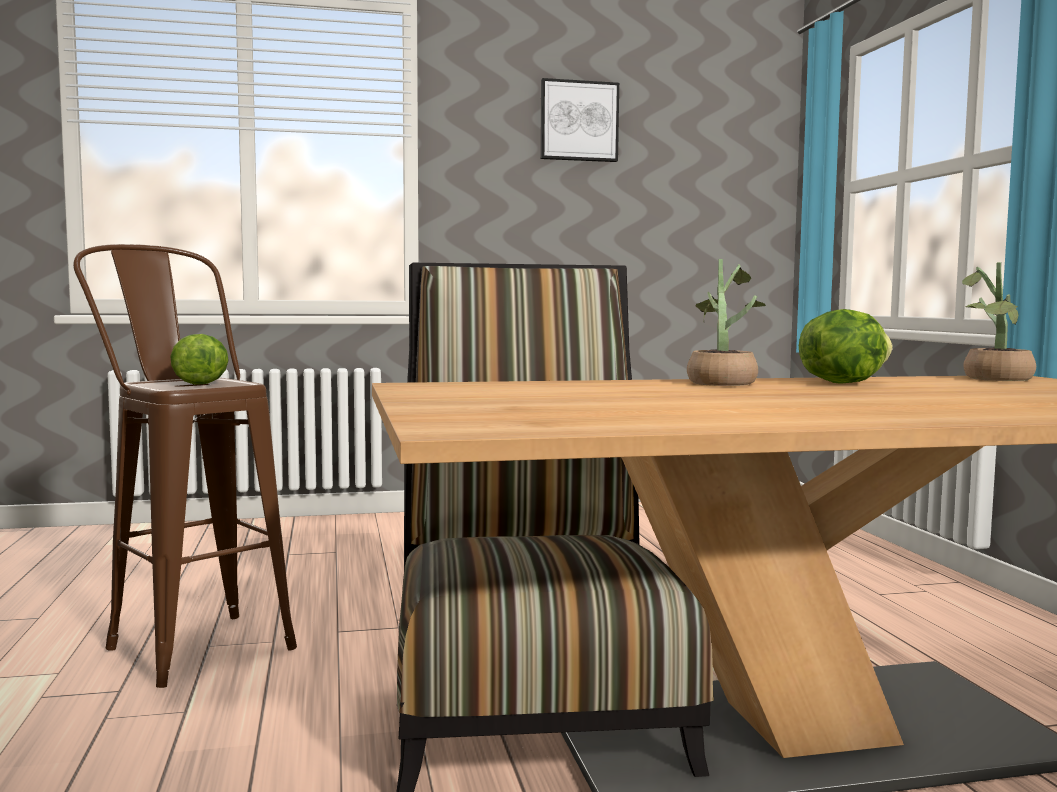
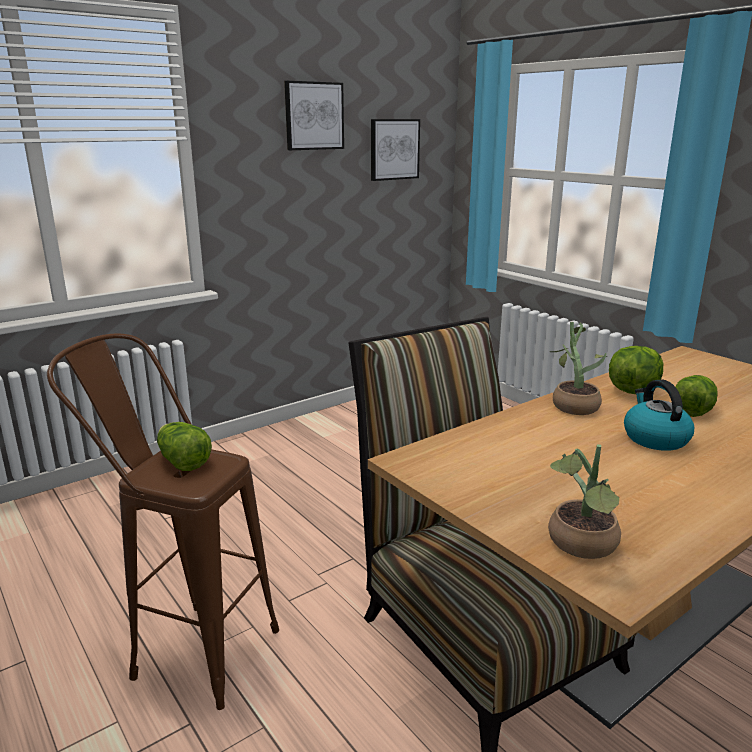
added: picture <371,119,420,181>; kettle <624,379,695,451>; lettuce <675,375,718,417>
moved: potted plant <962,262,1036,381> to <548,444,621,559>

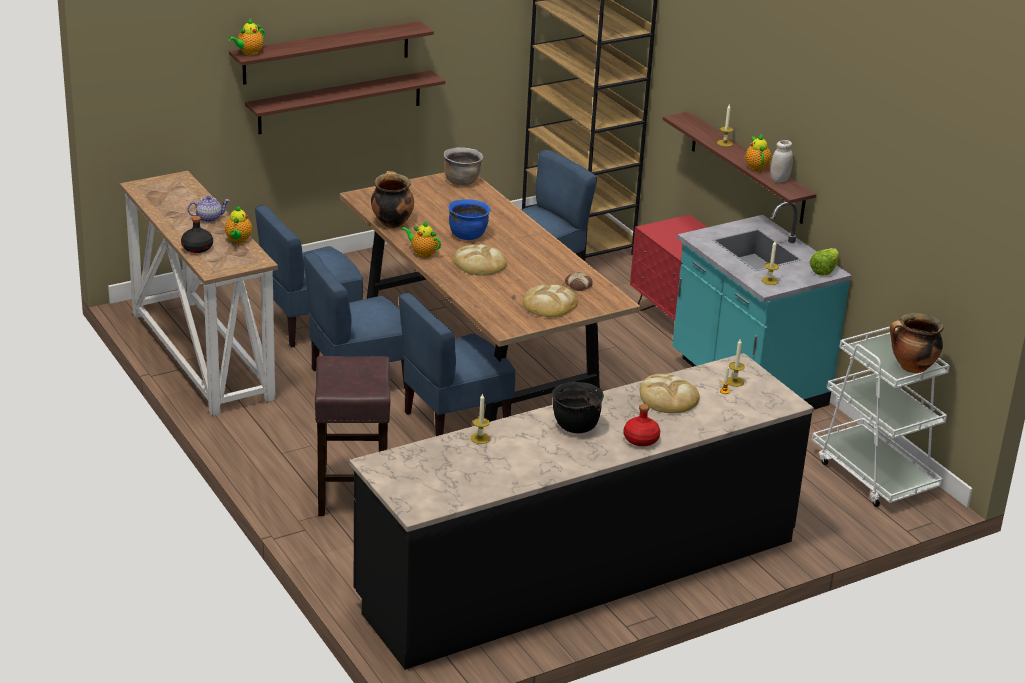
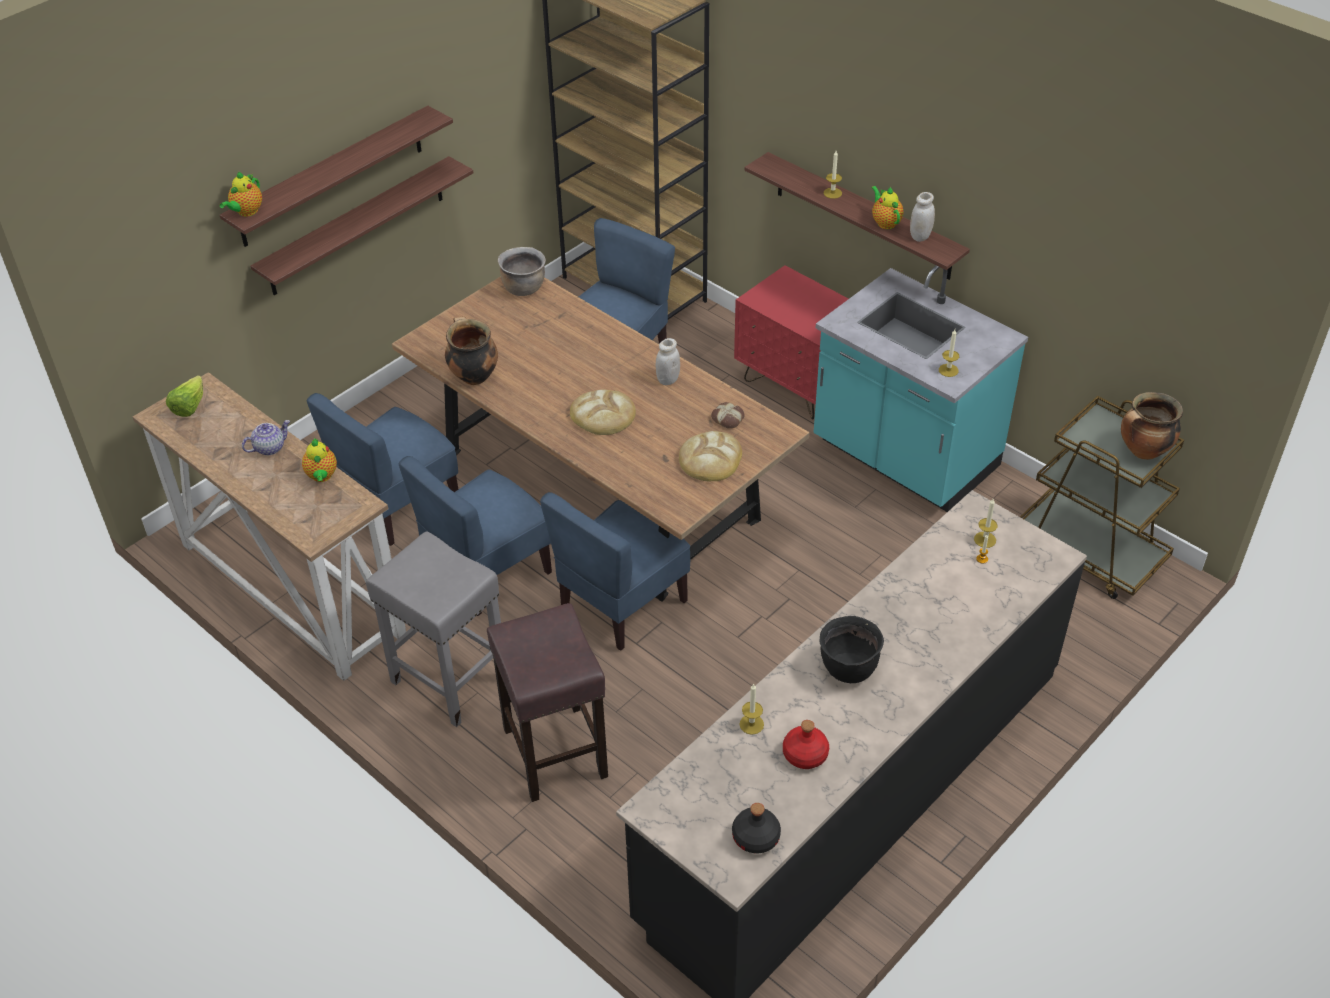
removed: teapot <401,221,441,258>; cooking pot in blue <448,199,491,240>; bread <639,374,700,413>
added: stool in grey <366,531,501,727>; jar in white <656,338,680,385>
moved: bottle in black <181,216,213,253> to <732,803,781,853>; bottle in red <624,404,660,446> to <783,720,829,769>; lettuce <810,248,839,276> to <166,375,203,417>
recoloured: cart in white <812,327,950,507> to cart in brown <1020,396,1184,599>

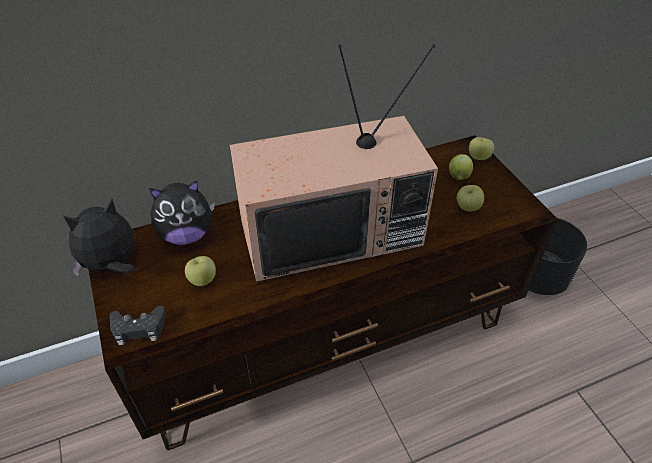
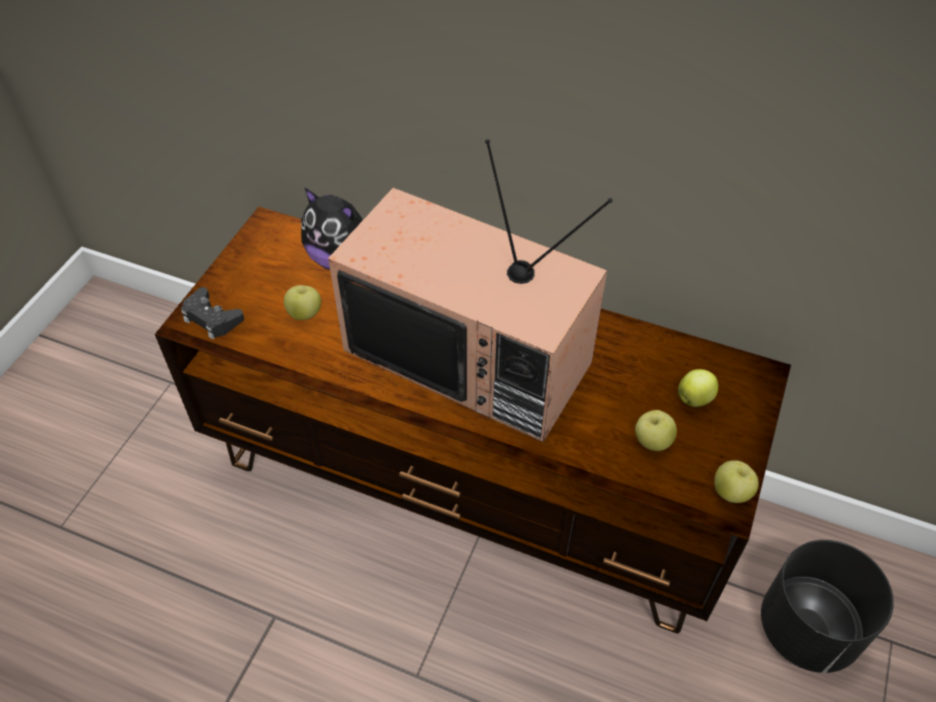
removed: plush toy <63,198,135,277>
moved: apple <469,137,494,160> to <714,460,759,503>

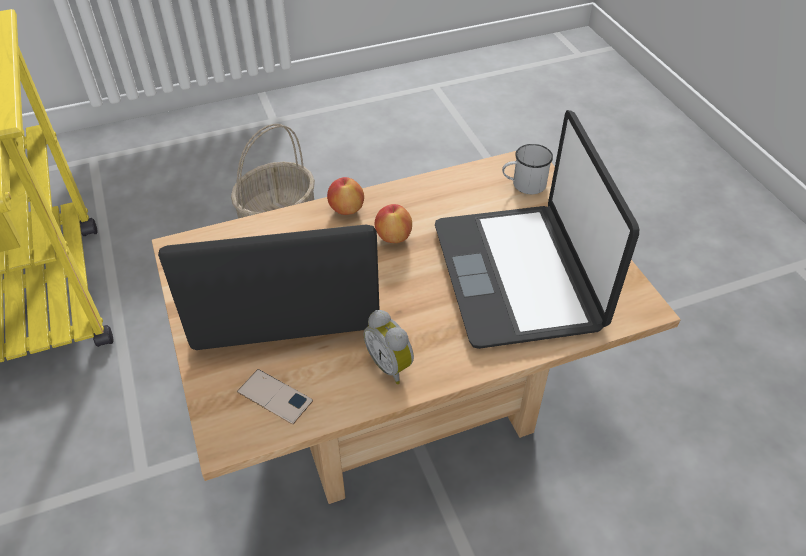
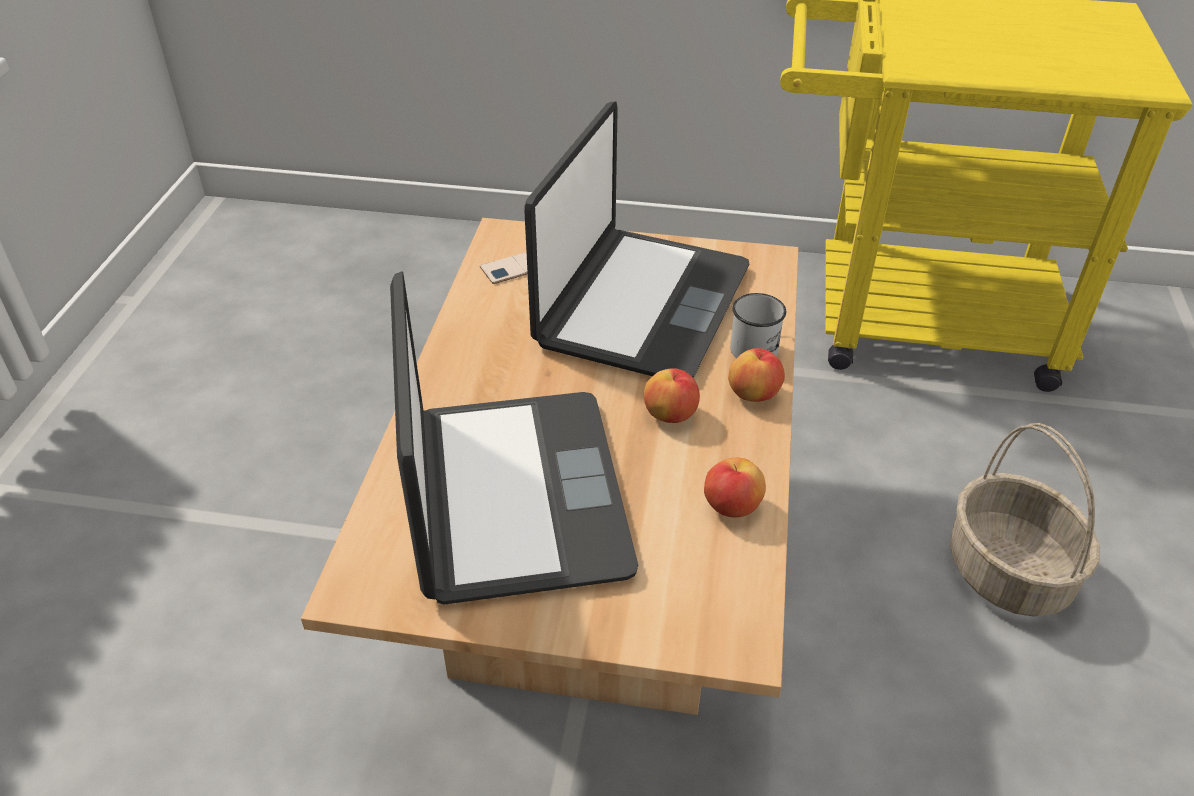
removed: alarm clock <363,310,414,384>
added: apple <704,457,766,517>
moved: mug in white <502,144,553,194> to <730,293,786,358>
turned: laptop <435,110,639,349> = <390,271,638,605> 60 degrees clockwise

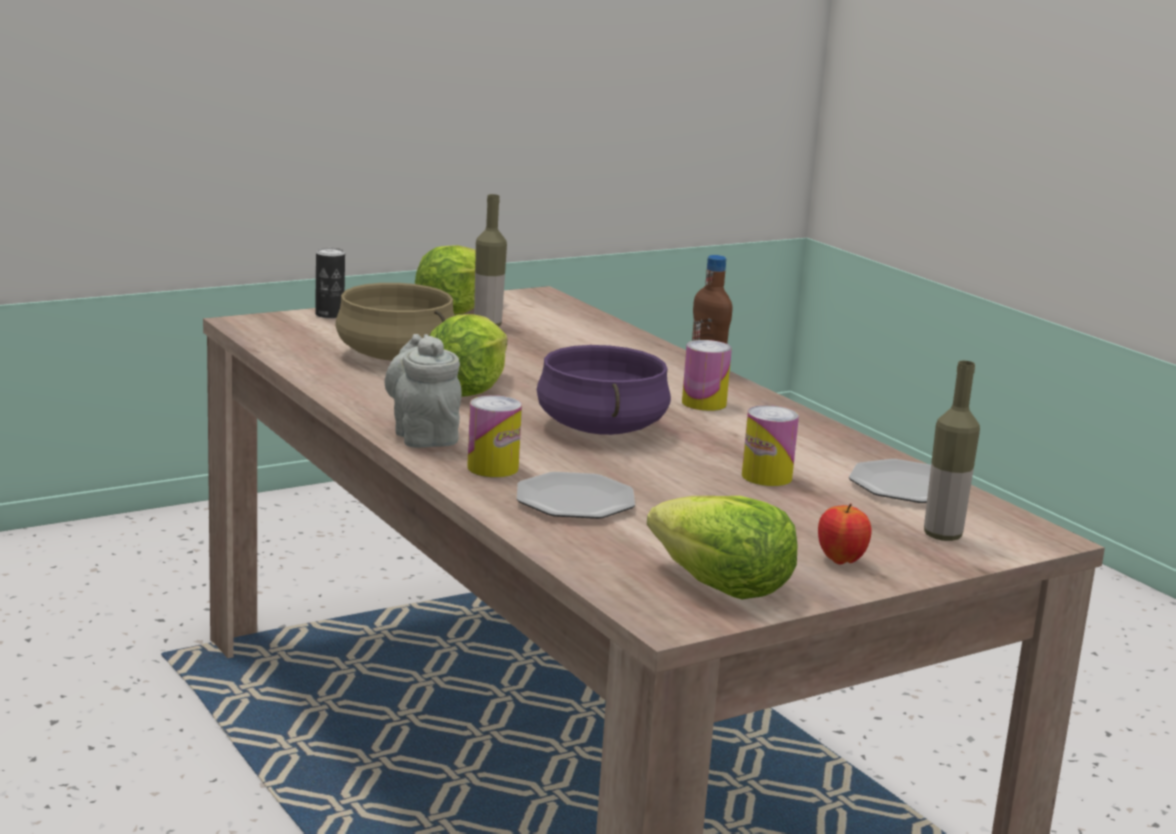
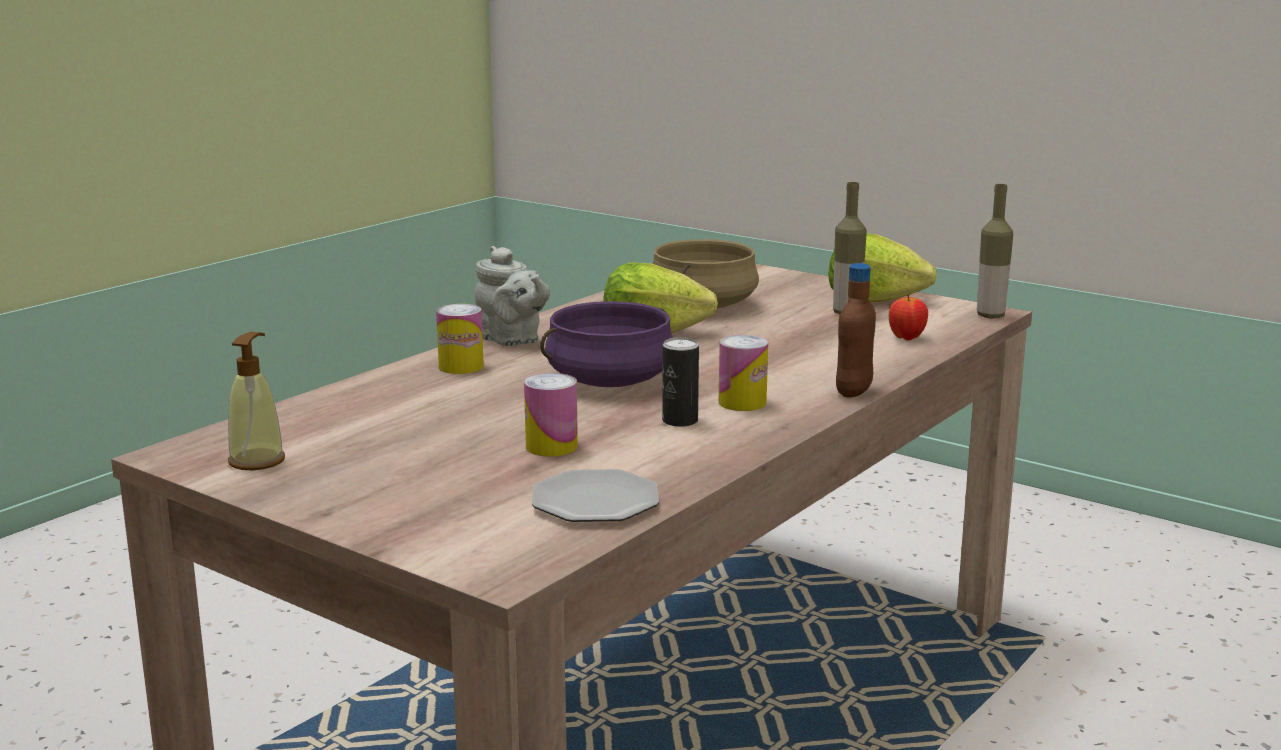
removed: plate <517,472,635,519>
moved: can <315,248,345,318> to <662,337,699,427>; apple <818,503,872,565> to <889,294,928,341>; bottle <924,361,980,541> to <977,184,1013,319>
replaced: lettuce <647,496,797,599> to soap dispenser <228,332,285,470>
turned: teapot in grey <384,334,462,448> = <474,246,550,346> 90 degrees clockwise

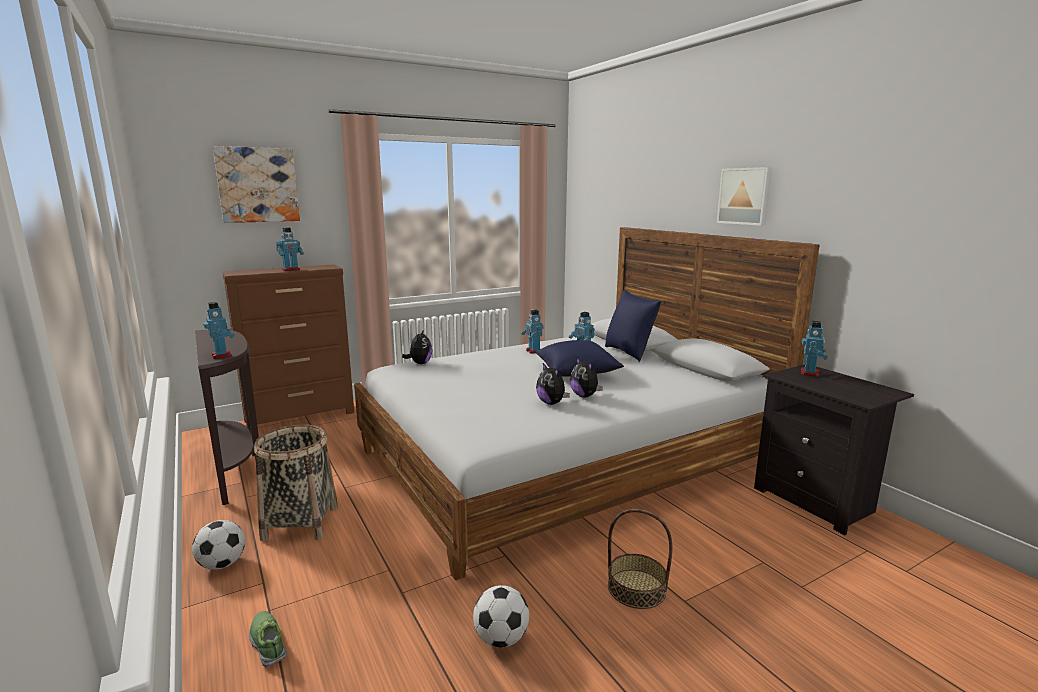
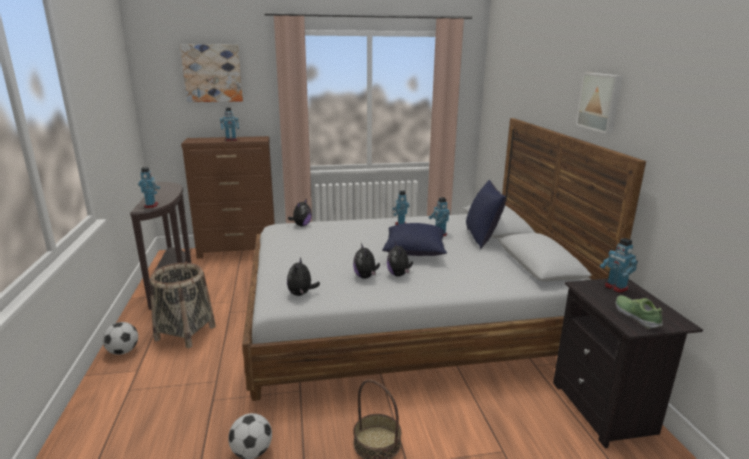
added: plush toy <287,257,320,296>
moved: shoe <249,611,287,667> to <616,295,663,329>
turned: toy robot <801,321,828,377> = <600,238,638,293> 105 degrees clockwise

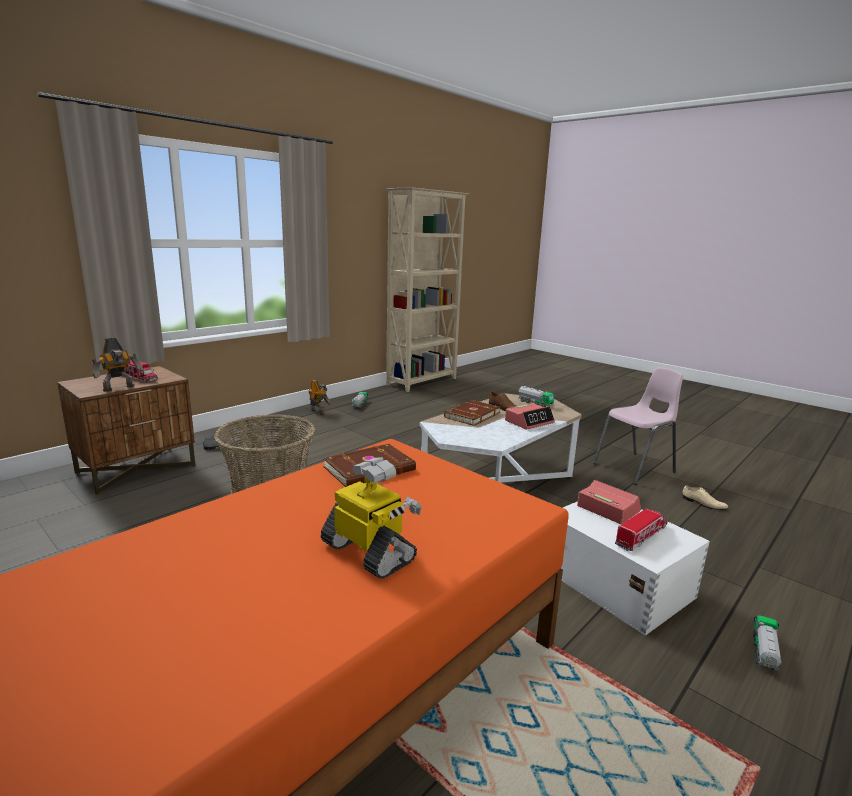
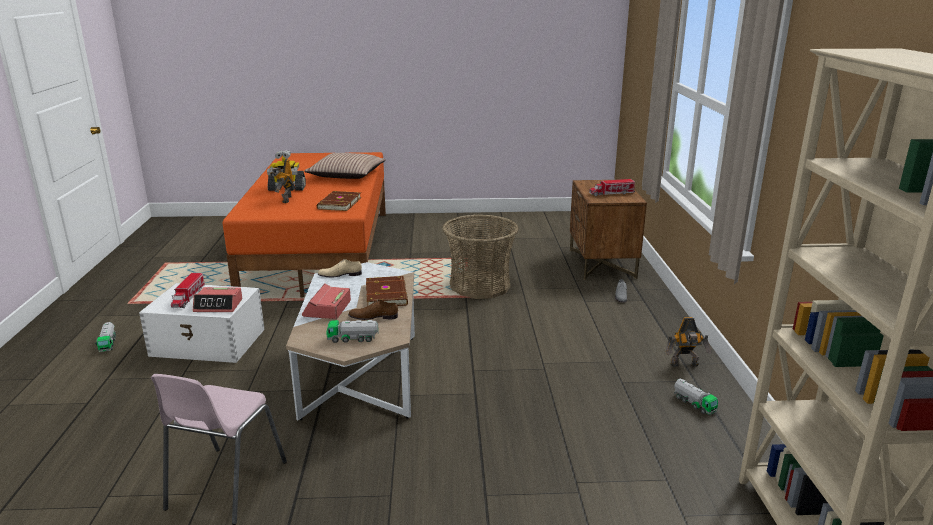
added: pillow <304,153,386,179>
moved: toy robot <92,338,143,392> to <270,159,295,203>; shoe in beige <682,485,729,510> to <318,259,362,278>

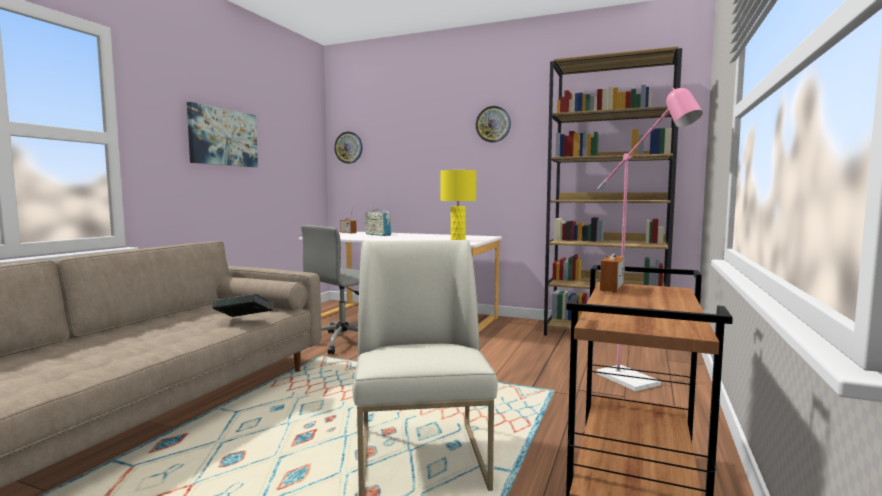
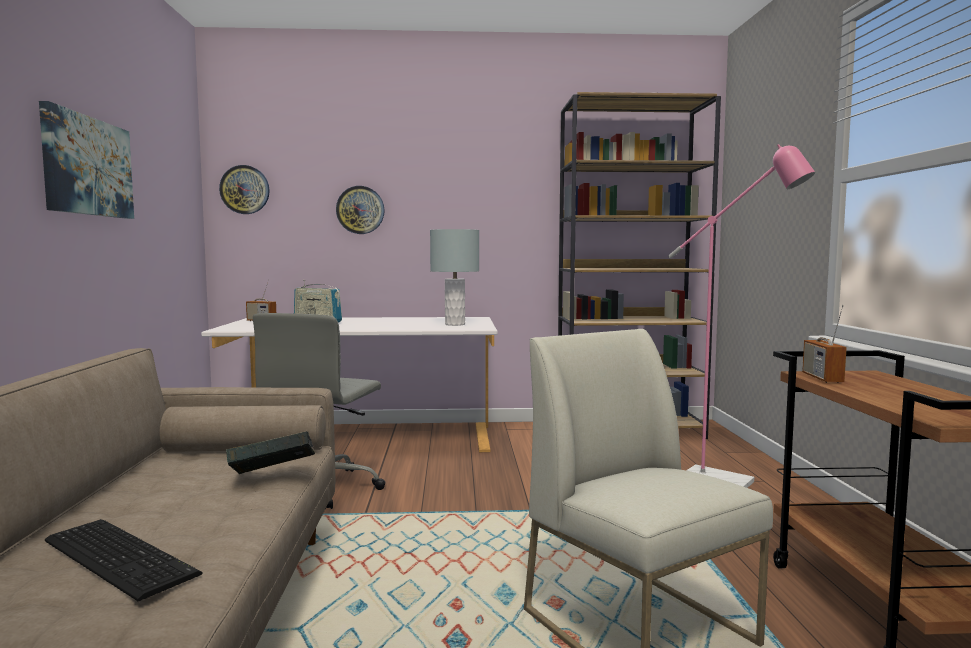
added: keyboard <45,519,203,601>
moved: wall clock <476,106,511,143> to <336,186,385,234>
recoloured: table lamp in yellow <440,170,476,240> to table lamp in grey <430,229,479,326>

